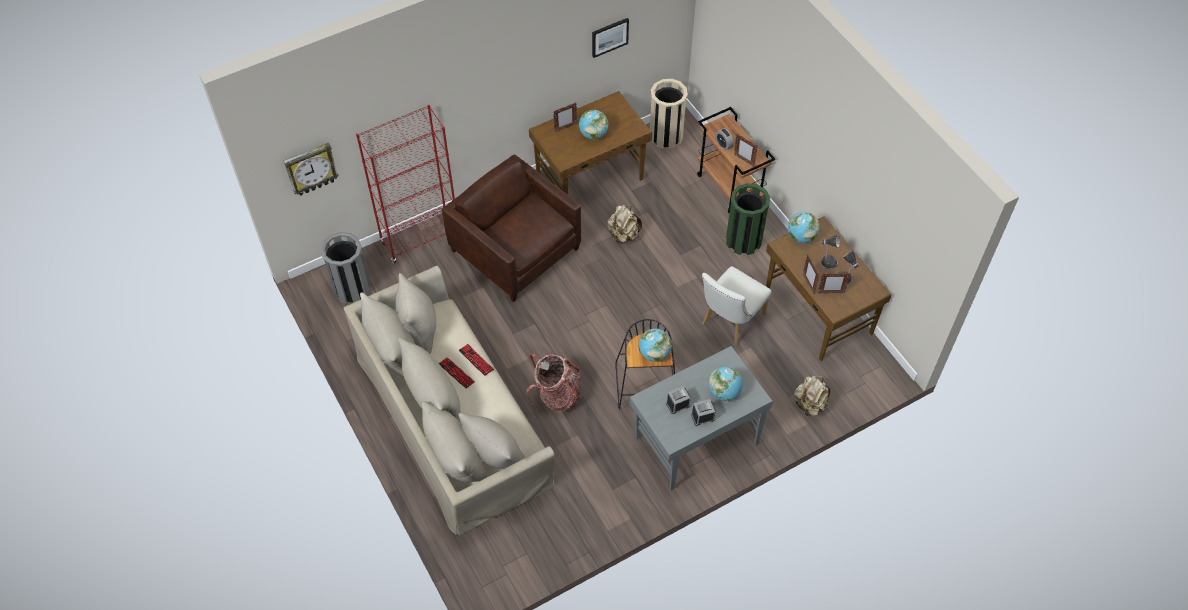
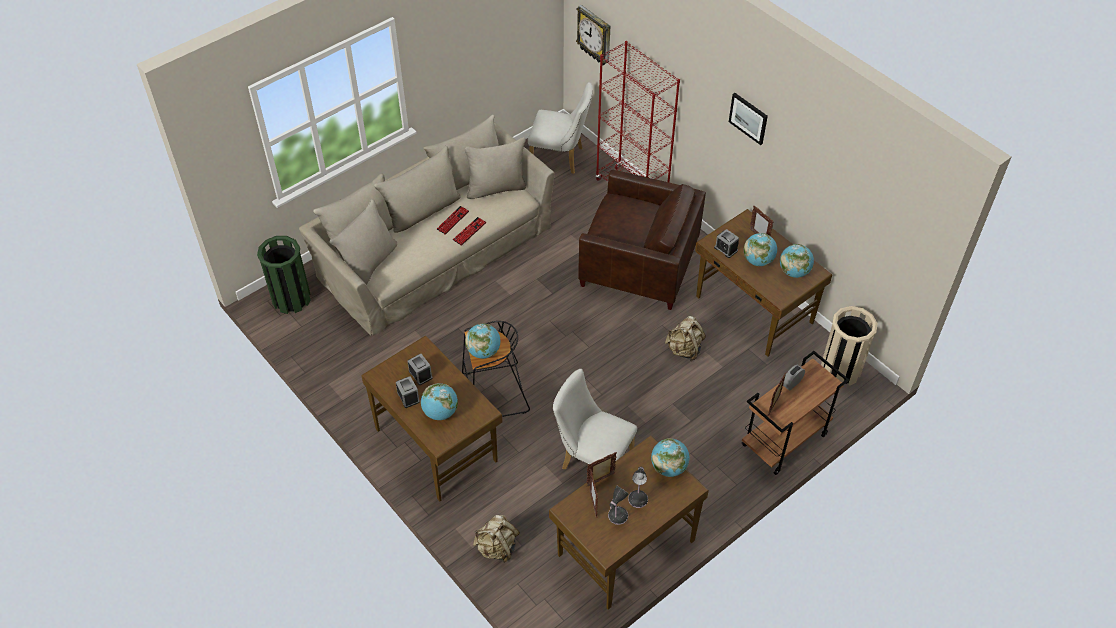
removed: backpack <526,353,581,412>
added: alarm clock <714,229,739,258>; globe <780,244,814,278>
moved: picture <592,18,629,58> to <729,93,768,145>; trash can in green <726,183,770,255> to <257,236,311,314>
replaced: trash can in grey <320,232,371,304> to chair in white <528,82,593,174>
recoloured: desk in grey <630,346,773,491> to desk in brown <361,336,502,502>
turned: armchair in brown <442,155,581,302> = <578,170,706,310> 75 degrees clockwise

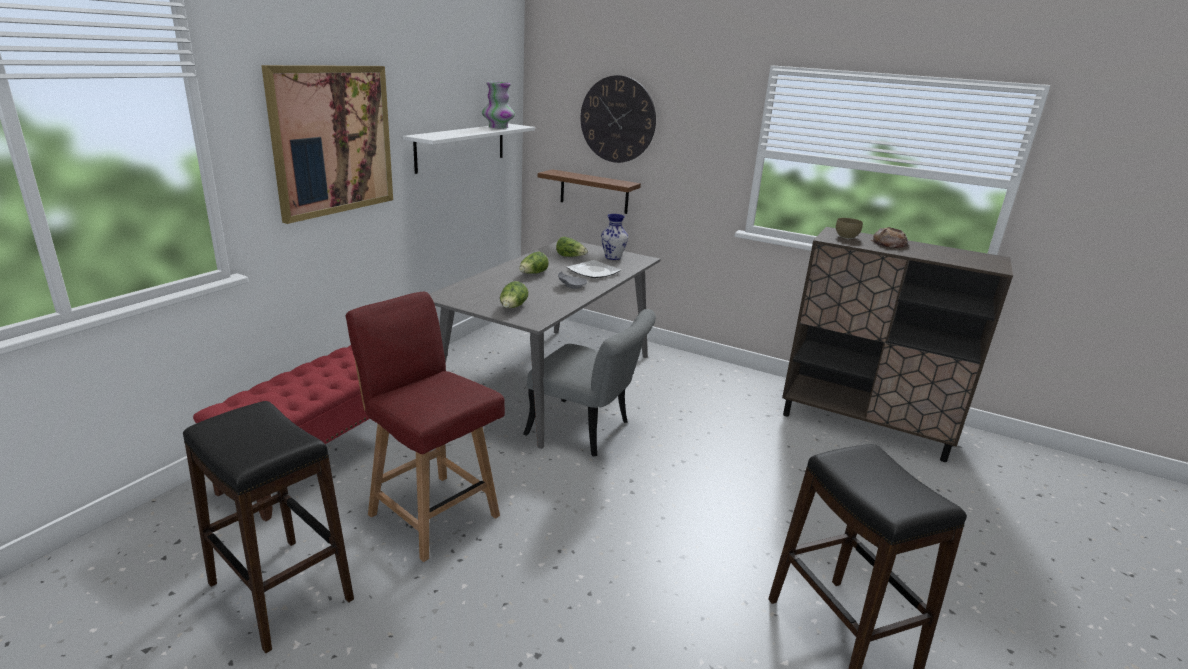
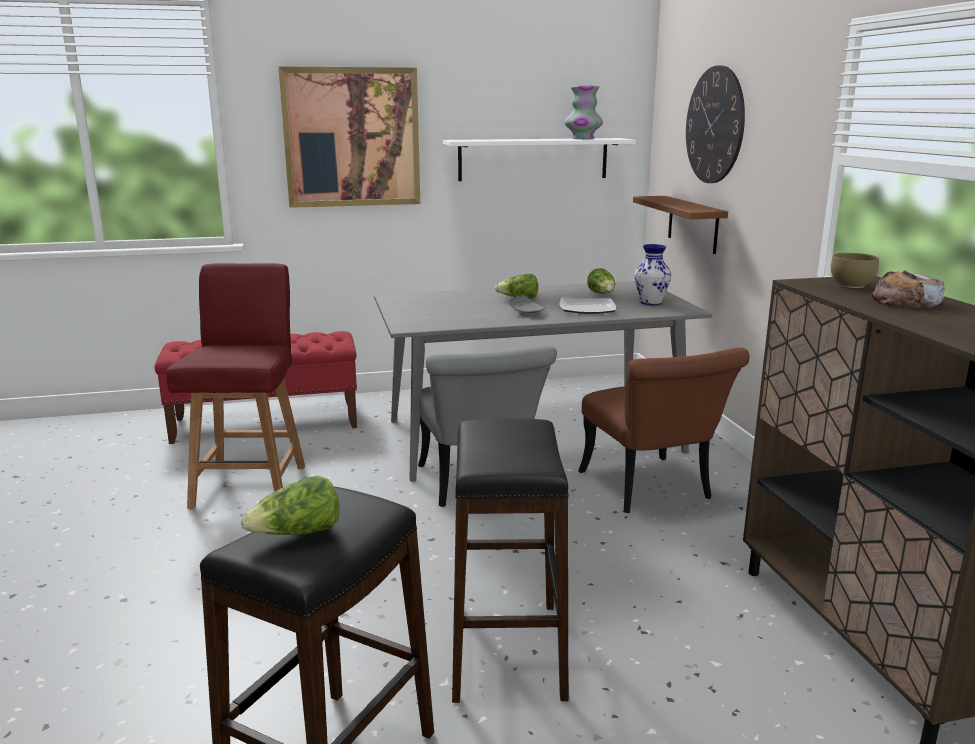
added: chair in brown <578,348,750,513>
moved: stool in black <183,401,354,653> to <452,418,569,703>; lettuce <500,281,528,308> to <241,476,339,535>

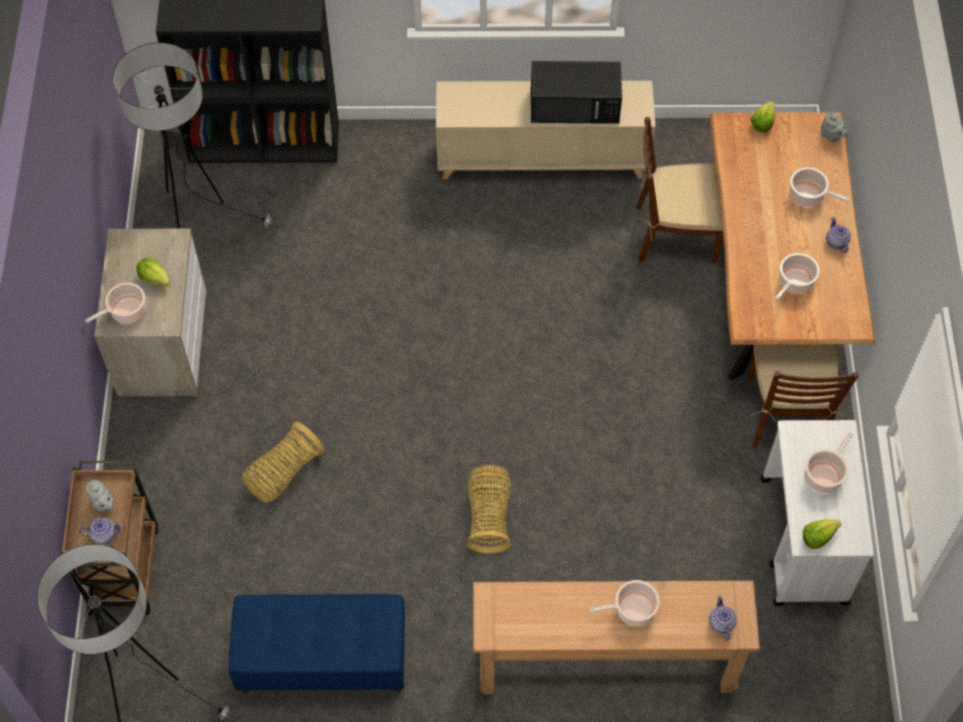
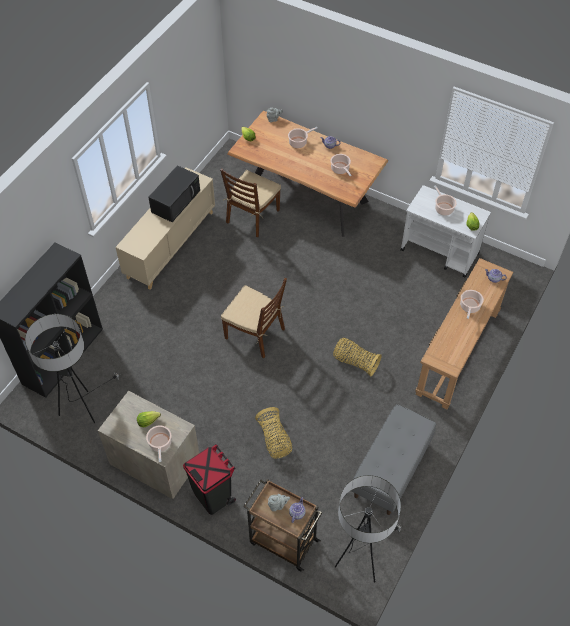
added: trash can in black <183,444,236,515>
moved: chair in brown <747,344,859,448> to <221,278,287,358>
recoloured: bench in blue <229,594,405,694> to bench in grey <352,404,436,515>

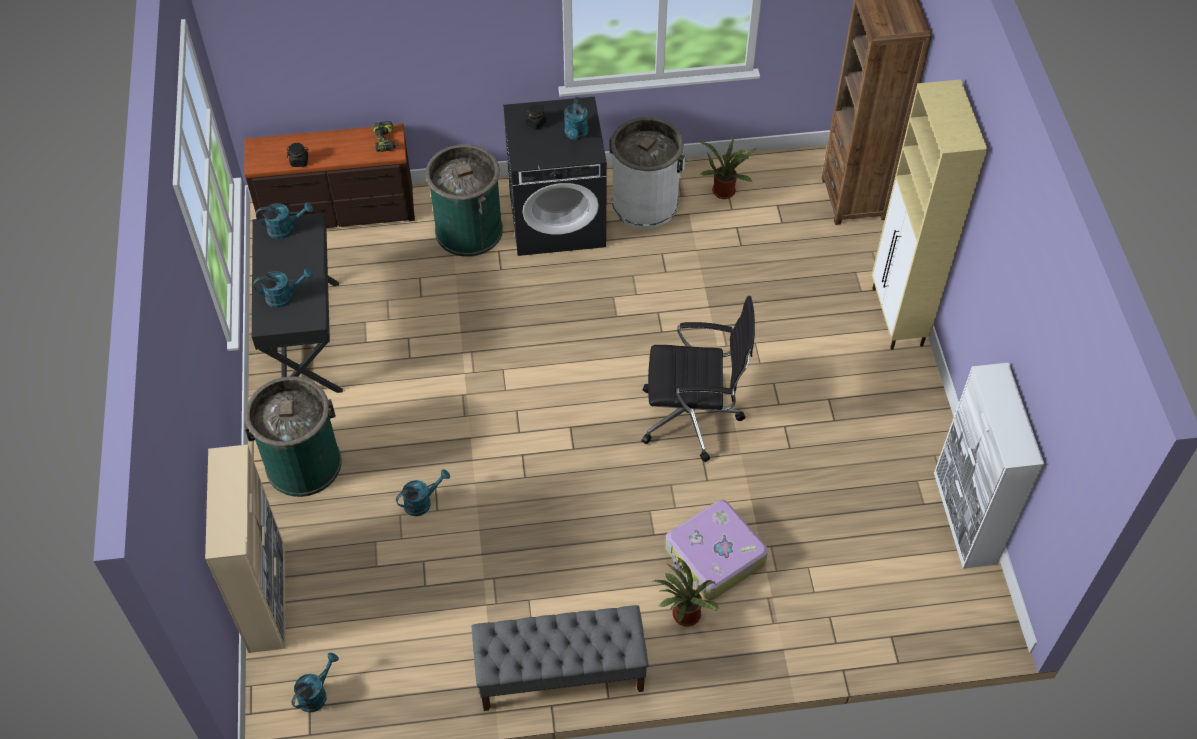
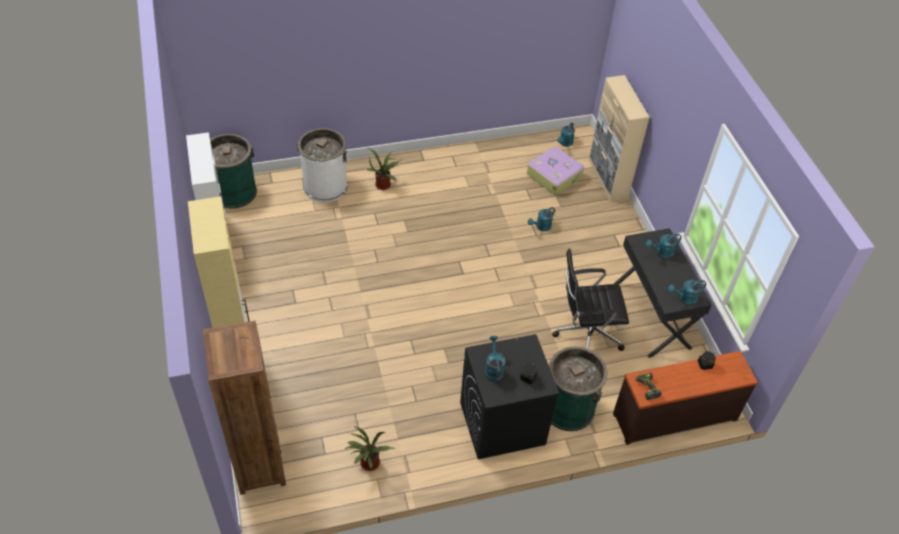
removed: bench in grey <472,605,649,711>
moved: trash can in green <243,376,342,497> to <210,134,257,208>; trash can in white <609,117,685,228> to <297,128,348,202>; office chair in black <642,296,755,462> to <552,249,629,351>; suitcase <665,500,768,600> to <527,147,584,195>

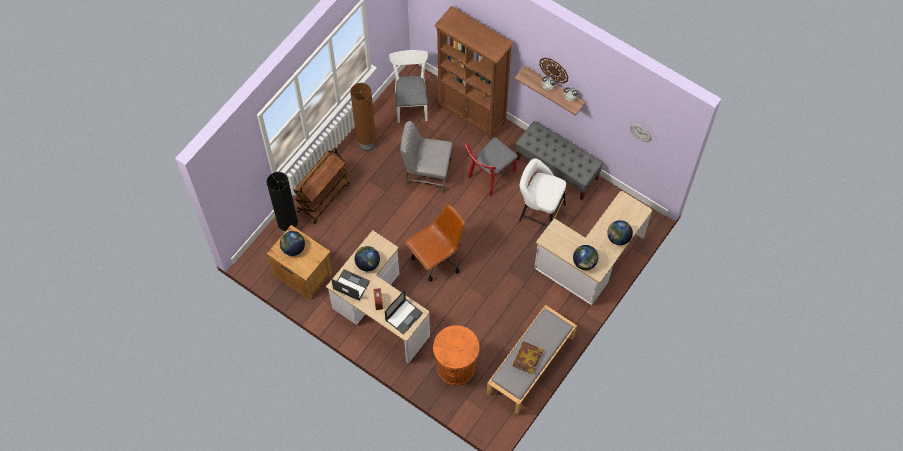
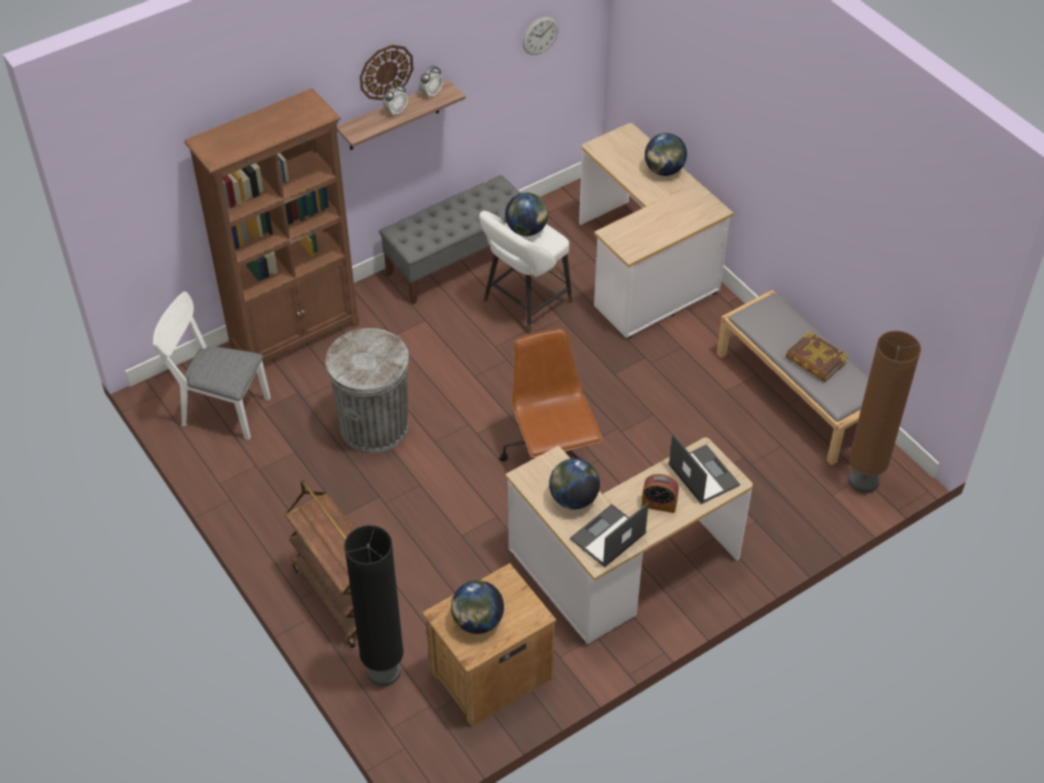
removed: trash can in orange <433,325,480,385>; chair in red <465,137,518,196>
moved: floor lamp in brown <350,83,376,151> to <848,331,921,493>; globe <573,245,598,270> to <505,193,548,236>
replaced: chair in grey <400,121,452,193> to trash can in grey <325,328,409,453>

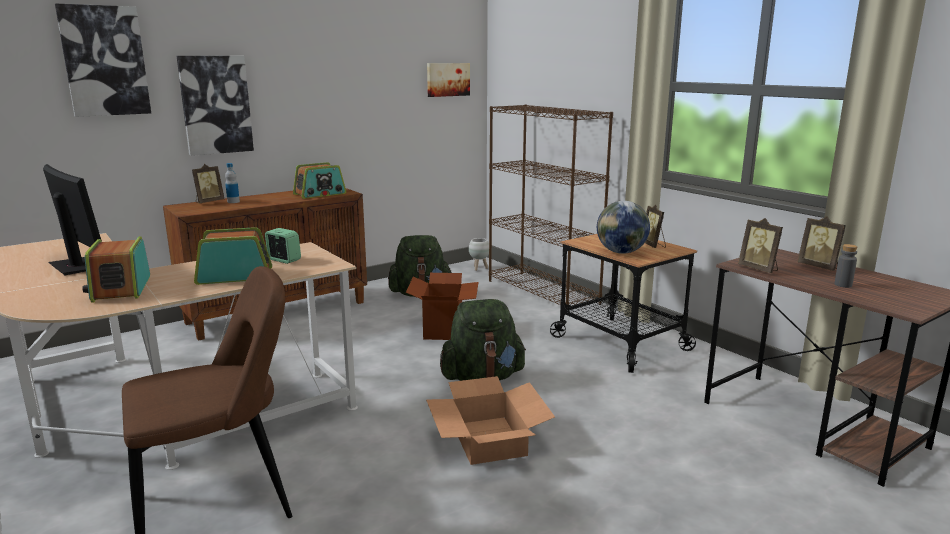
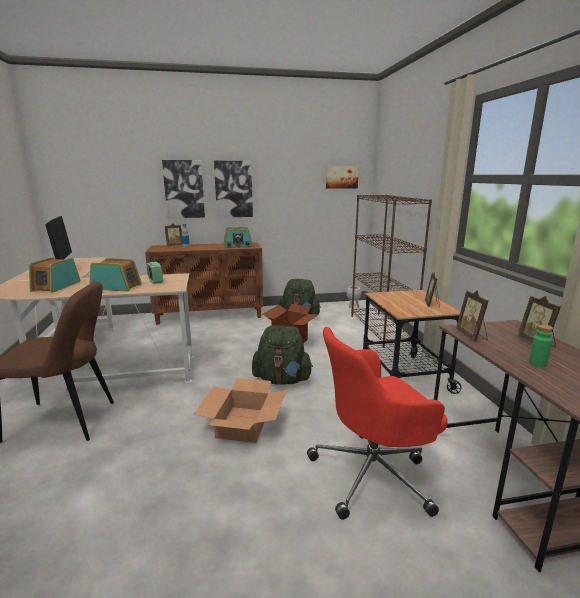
removed: globe <597,201,650,254>
added: office chair in red <307,327,448,520>
moved: picture <55,4,151,117> to <214,161,253,218>
recoloured: bottle in grey <834,244,857,288> to bottle in green <529,324,553,367>

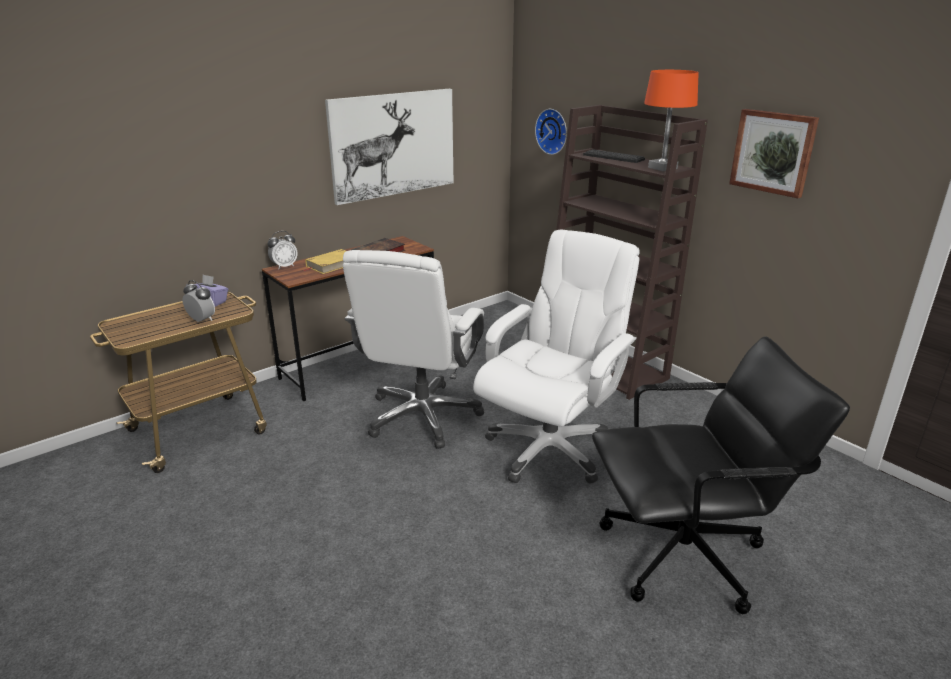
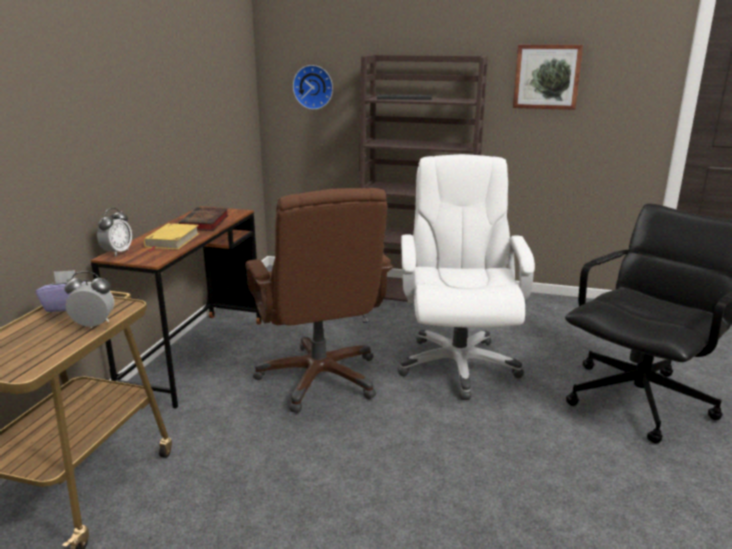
removed: picture <325,89,453,205>; table lamp in orange <644,70,699,171>
recoloured: office chair in white <343,250,484,449> to office chair in brown <245,188,393,413>

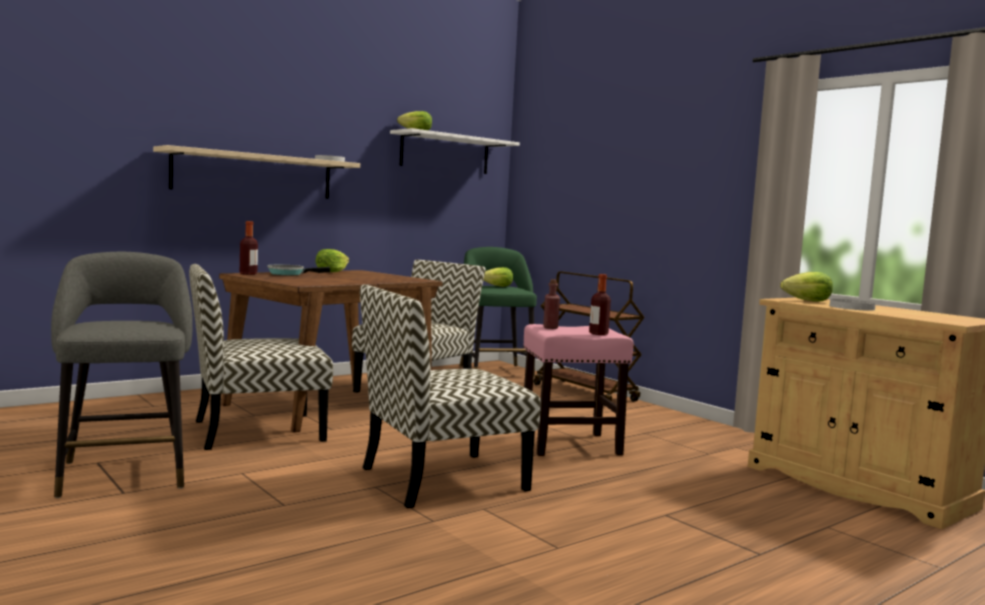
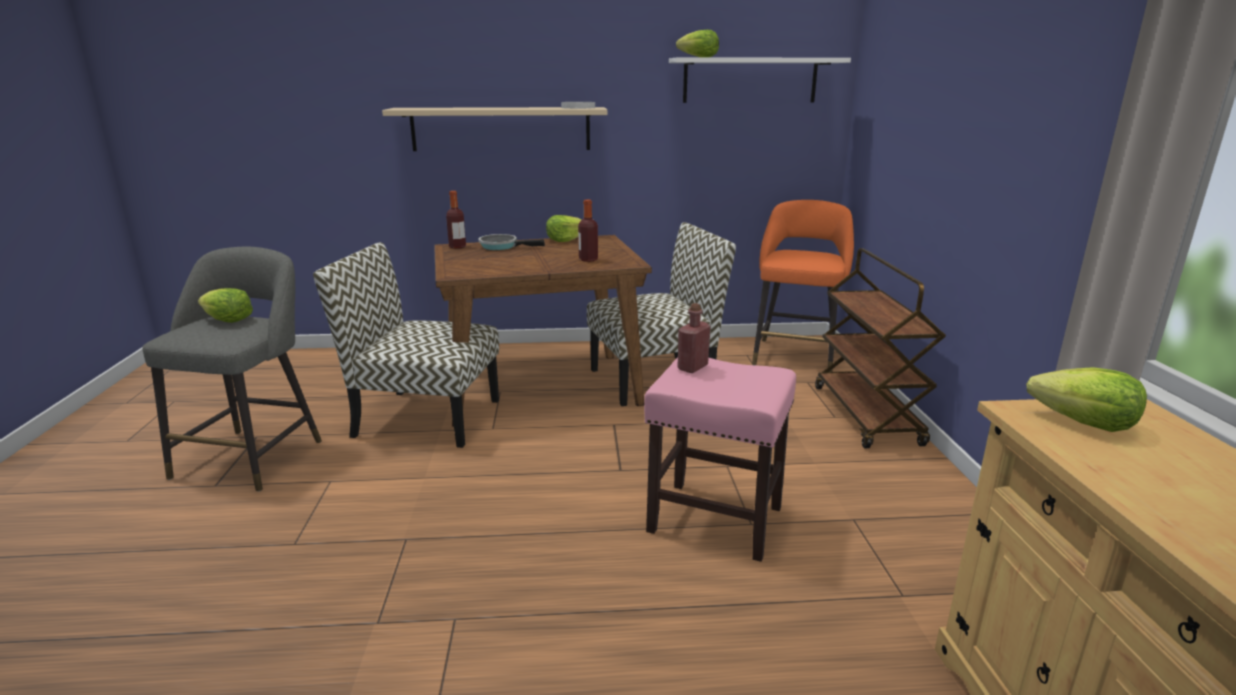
removed: chair <360,285,541,508>; plate in white <829,299,876,311>
moved: lettuce <484,267,513,287> to <198,288,253,323>; bottle <589,274,611,335> to <578,199,598,262>
recoloured: stool in green <459,247,537,378> to stool in orange <752,200,854,372>

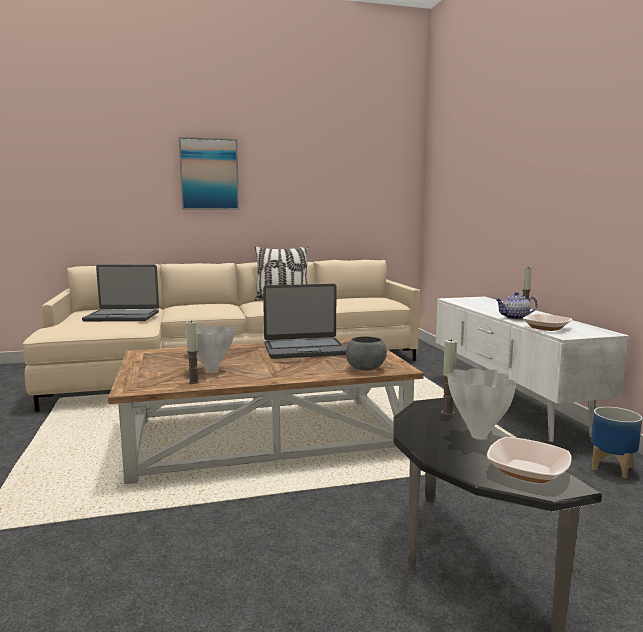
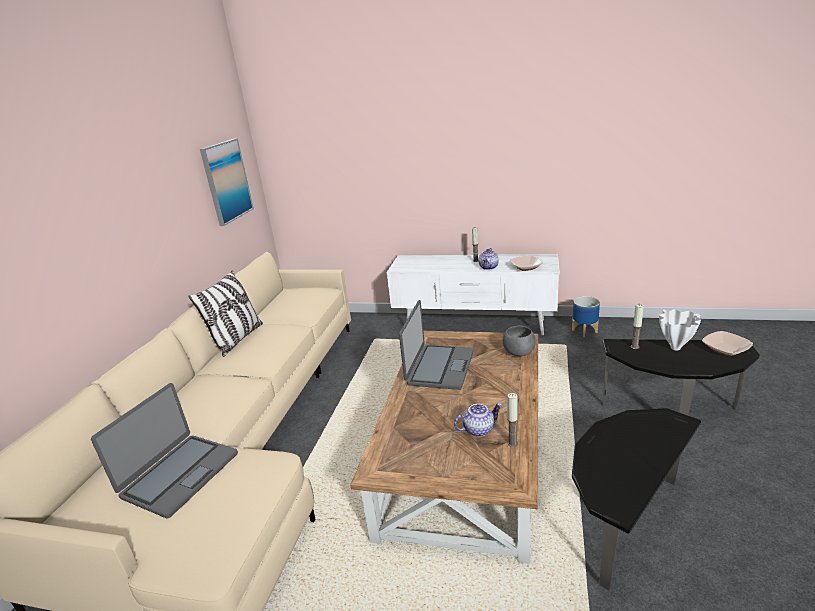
added: side table <572,408,701,591>
moved: picture <179,137,239,210> to <200,138,254,226>
replaced: vase in white <185,325,235,372> to teapot <454,403,502,437>

